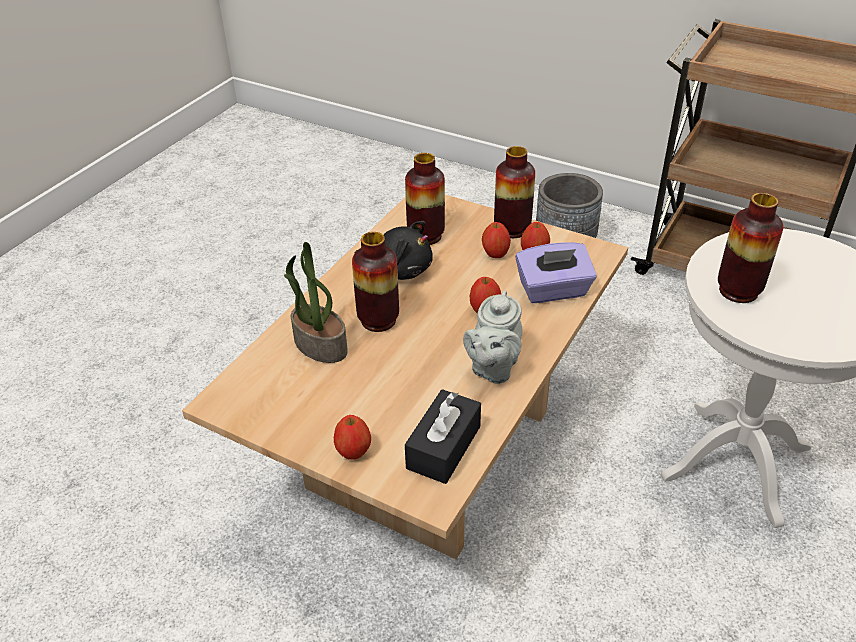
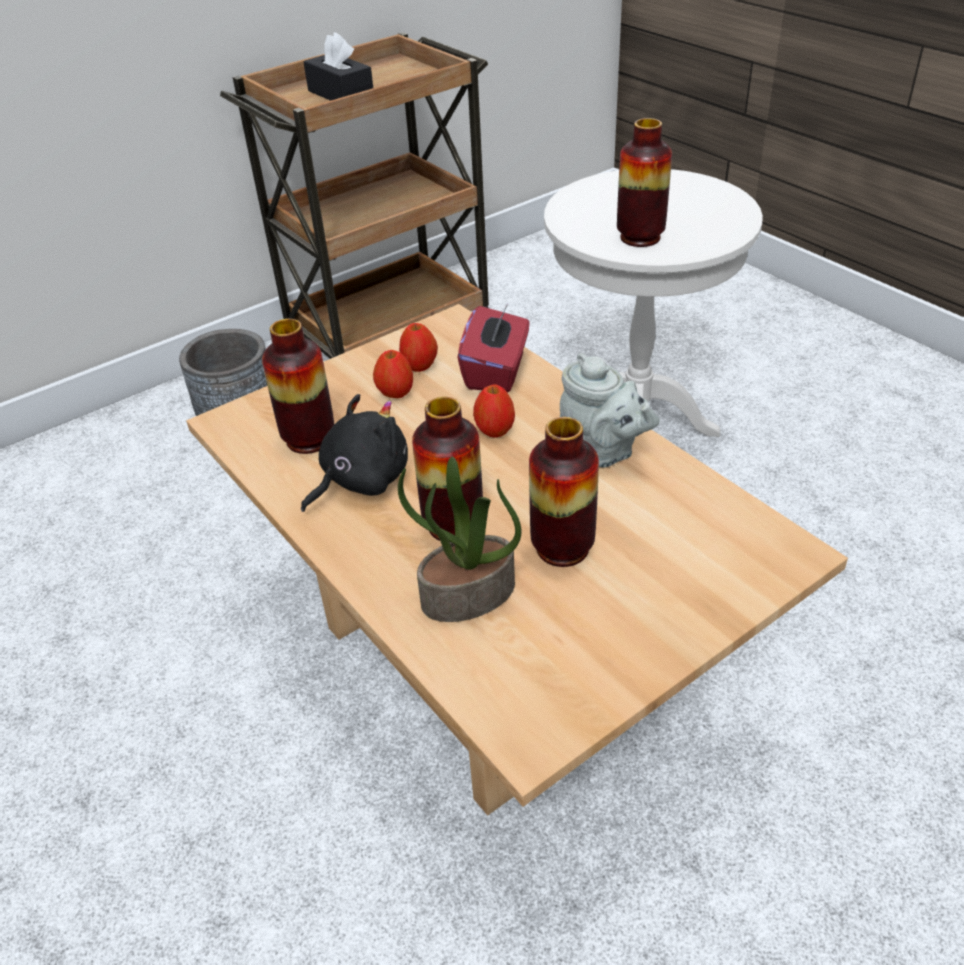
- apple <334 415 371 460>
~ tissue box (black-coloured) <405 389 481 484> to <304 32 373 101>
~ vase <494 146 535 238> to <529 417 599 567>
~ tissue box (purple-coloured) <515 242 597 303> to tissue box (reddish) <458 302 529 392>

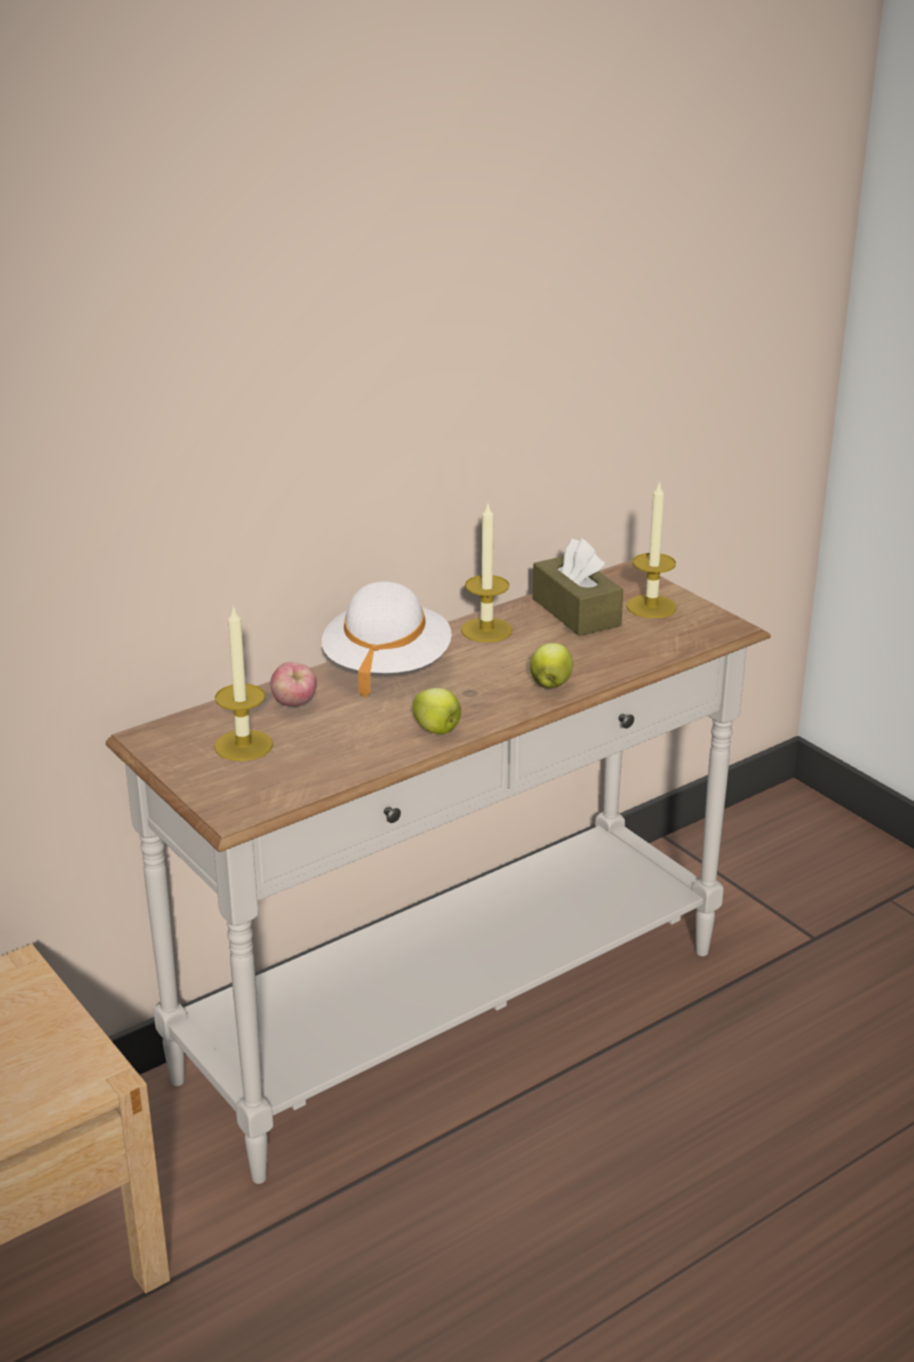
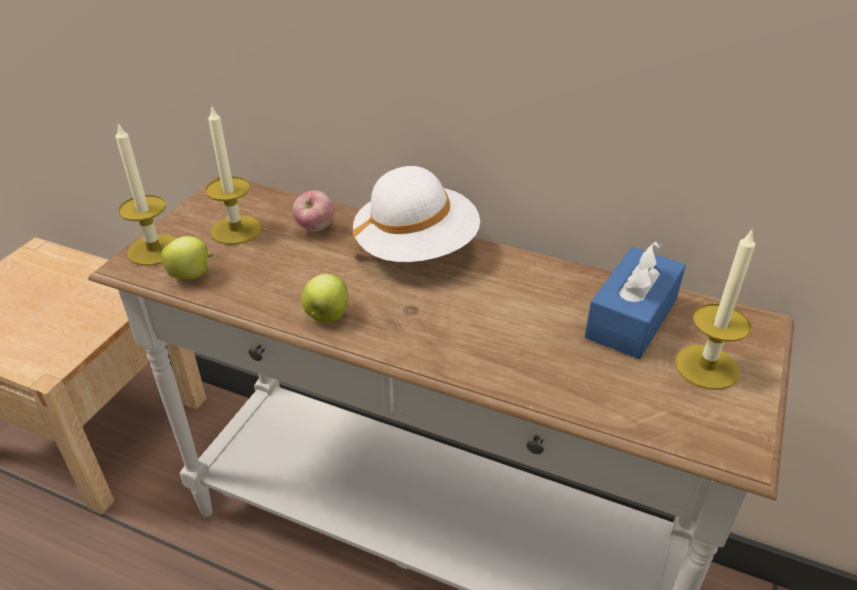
~ wax light <461 504 512 642> to <116 123 176 266>
~ apple <530 643 573 688> to <160 236 214 280>
~ tissue box (brown-coloured) <532 538 623 636> to tissue box (blue-coloured) <585 241 686 359>

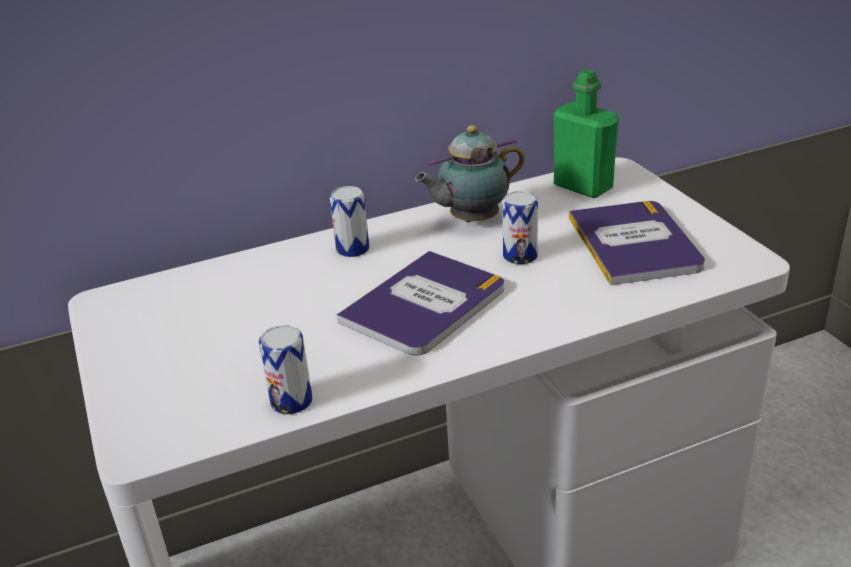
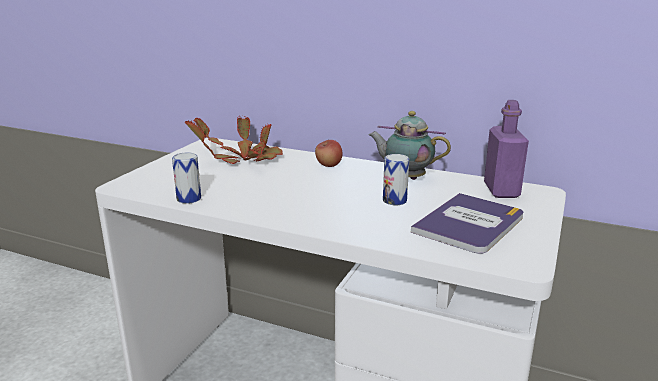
- bound book <337 251 504 356>
+ houseplant <185 116 283 164>
~ can <329 186 369 257> to apple <315 140 343 167>
~ beverage bottle (greenish) <553 69 619 198> to beverage bottle (purple-coloured) <484 100 529 198>

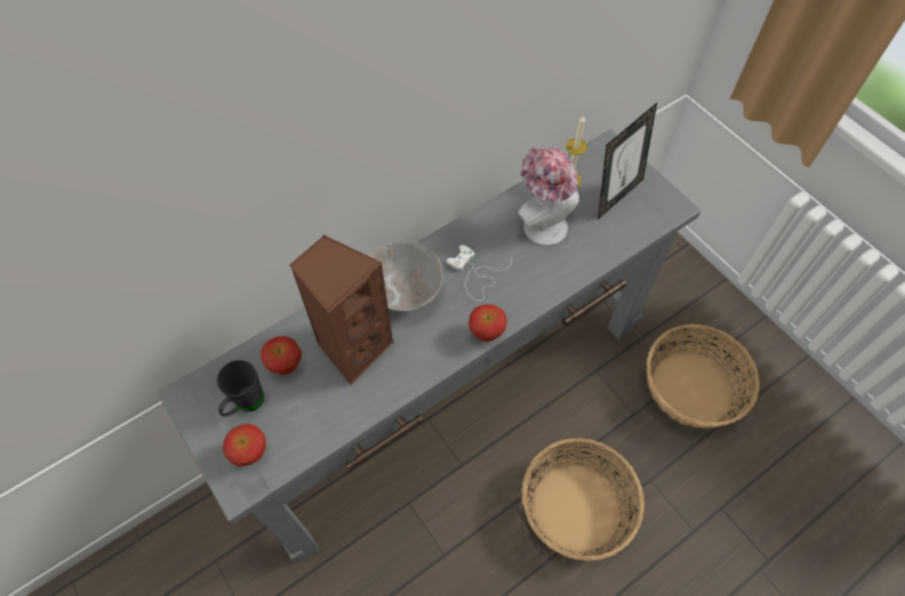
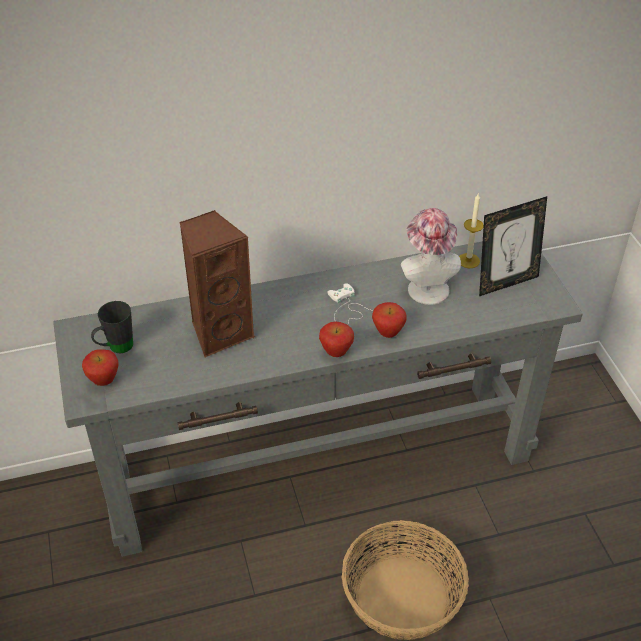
- bowl (gray) <368 241 443 312>
- household basket <646 324 760 429>
~ apple <261 336 301 375> to <372 302 407 338>

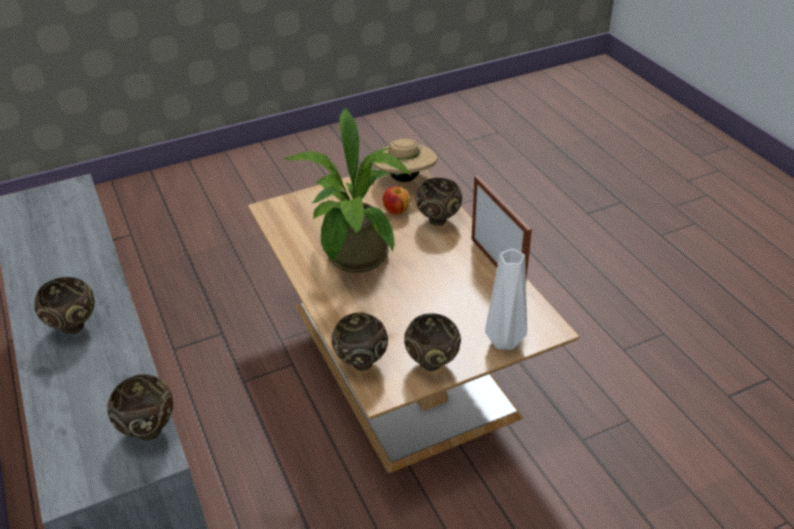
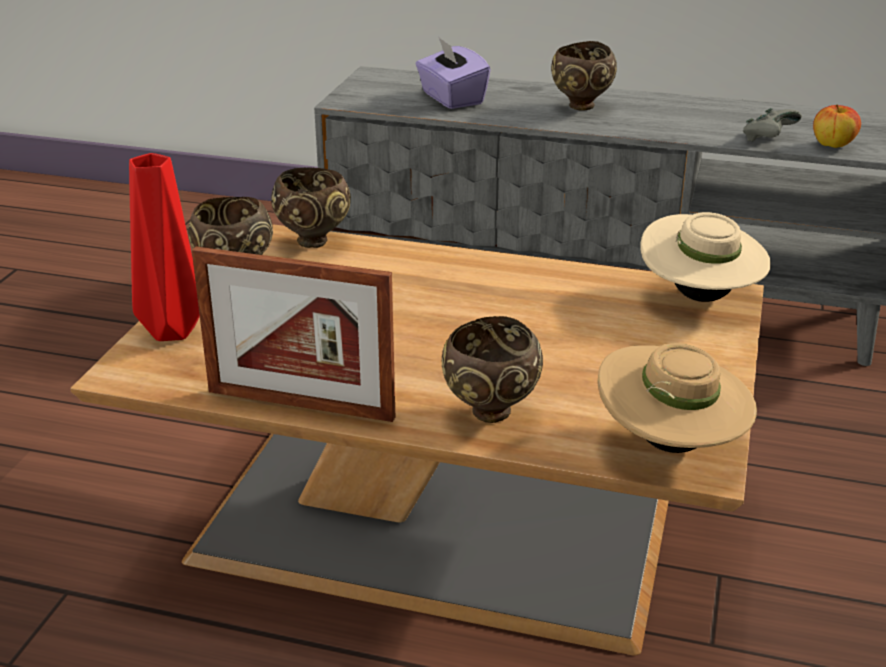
- bowl (brown-coloured) <107 375 173 441>
- houseplant <285 107 412 273>
+ tissue box (purple-coloured) <416 36 490 109>
+ clothing hat (sand-coloured) <640 212 771 302>
+ joypad (gray) <743 108 802 142>
~ apple <383 186 410 215> to <813 105 861 148>
~ vase (white-coloured) <485 249 527 350> to vase (reddish) <129 153 200 341>

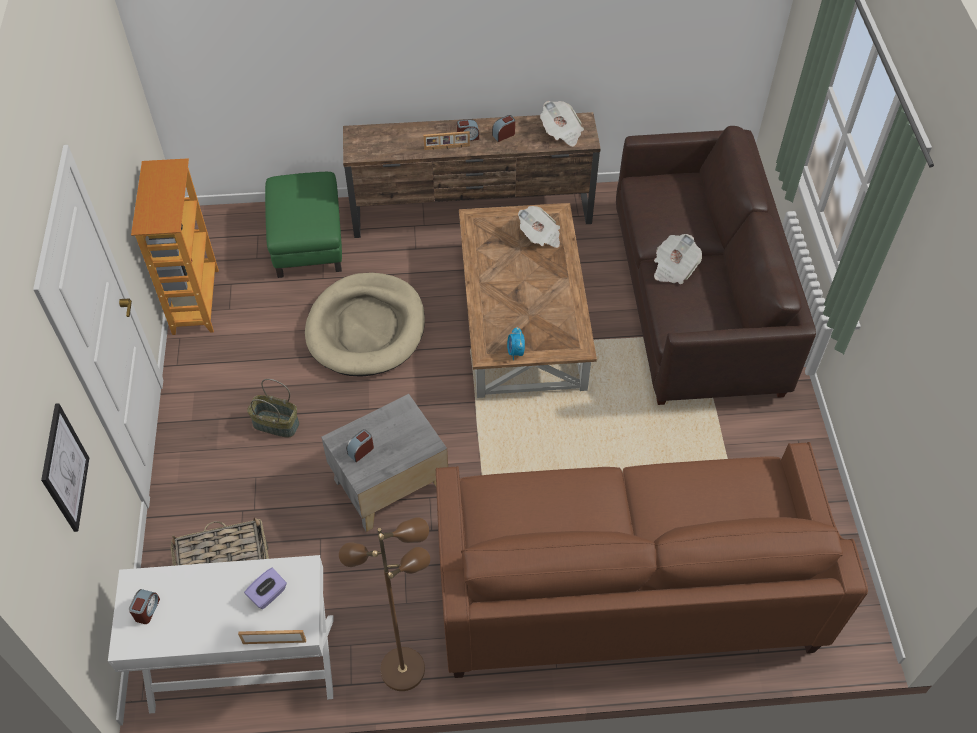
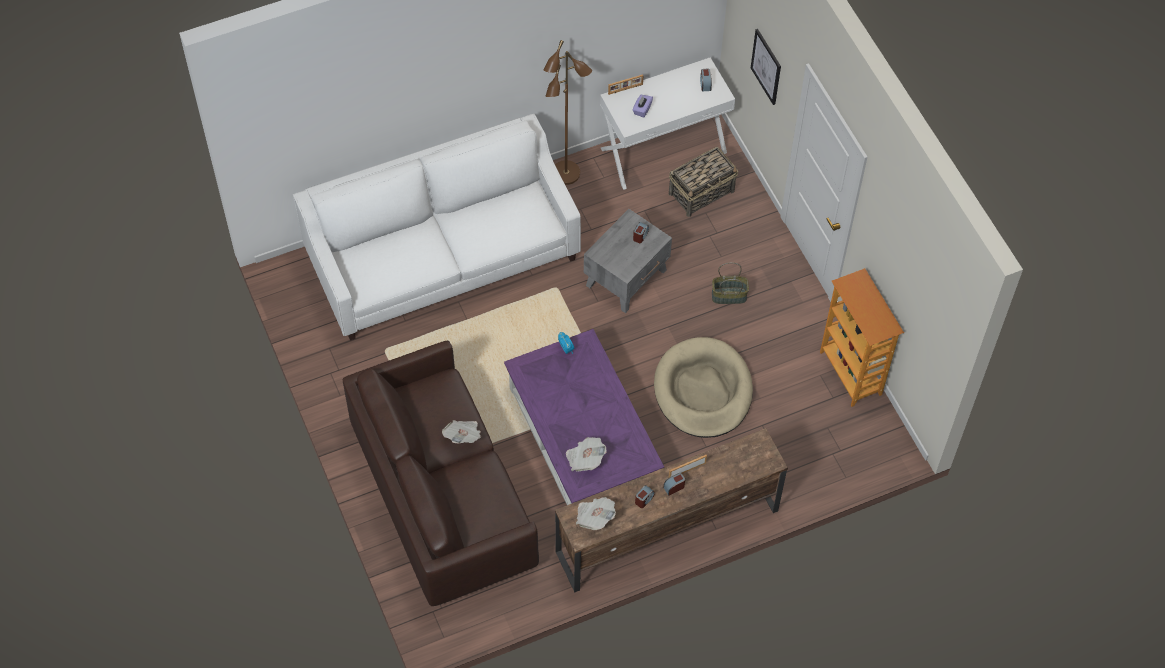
- footrest (greenish) <265 172 342 278>
~ couch (brown-coloured) <436 442 868 678> to couch (white-coloured) <293 114 581 341>
~ coffee table (brown-coloured) <459 203 597 398> to coffee table (purple-coloured) <504 329 664 505>

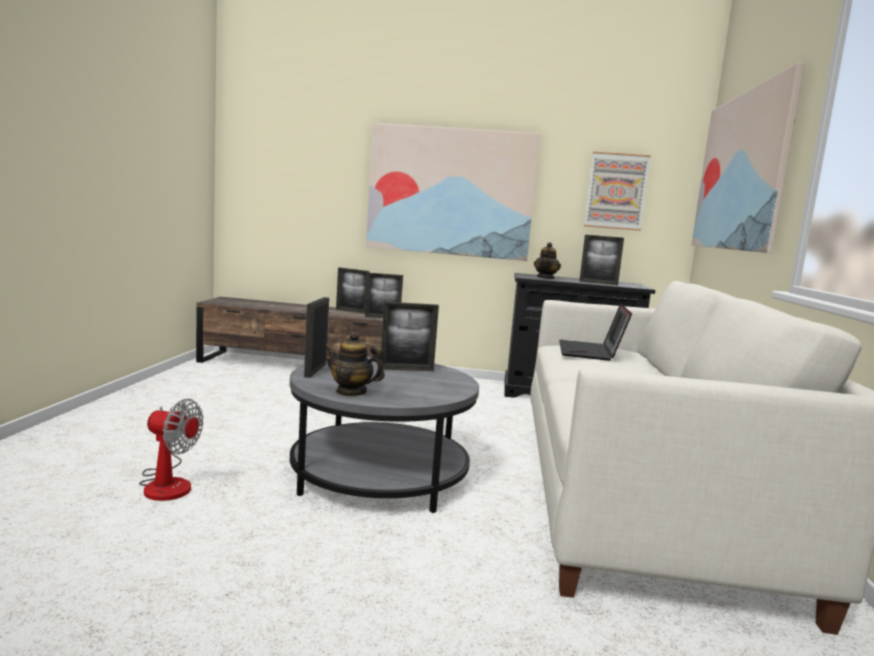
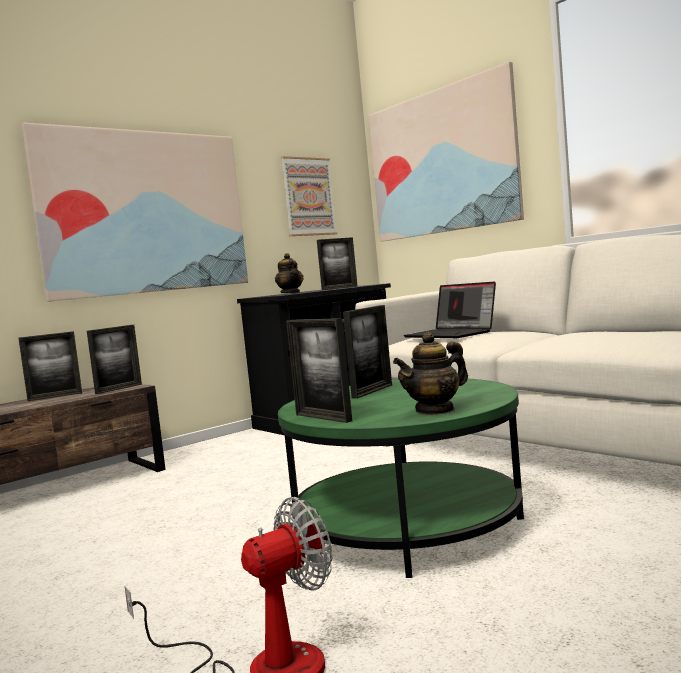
~ coffee table (gray) <290 357 479 513> to coffee table (greenish) <278 379 524 578>

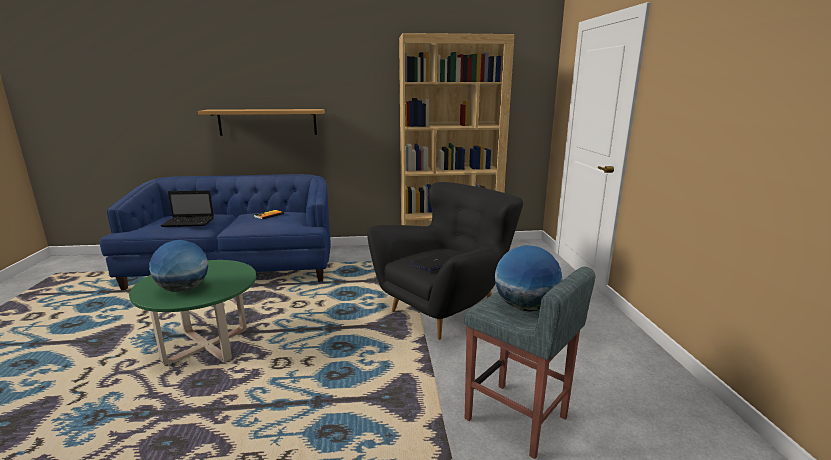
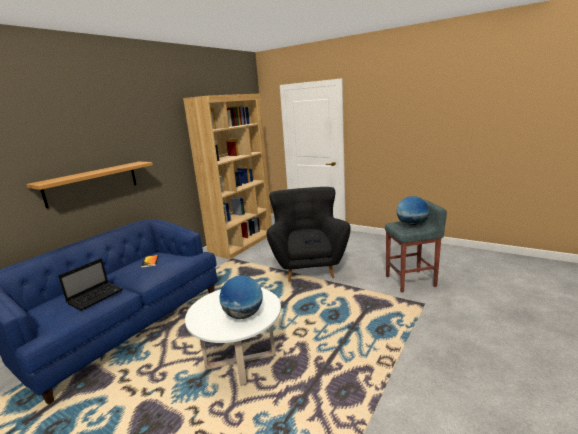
~ coffee table (greenish) <129 260 256 366> to coffee table (white-coloured) <185 288 281 386>

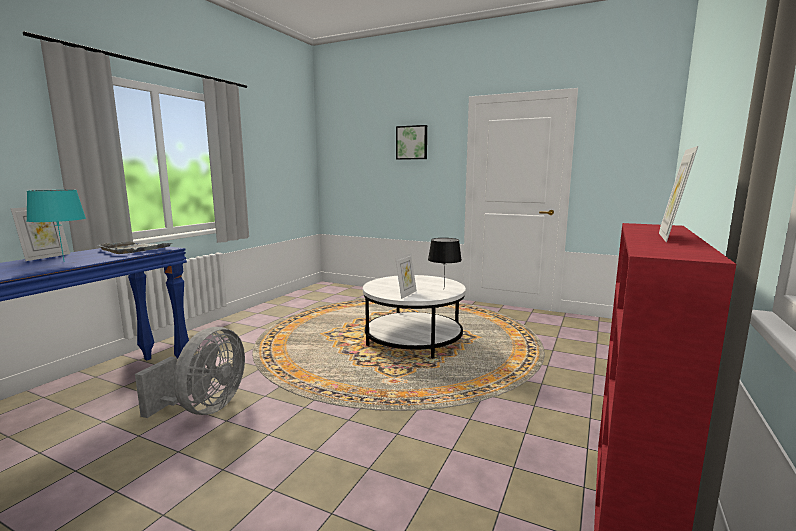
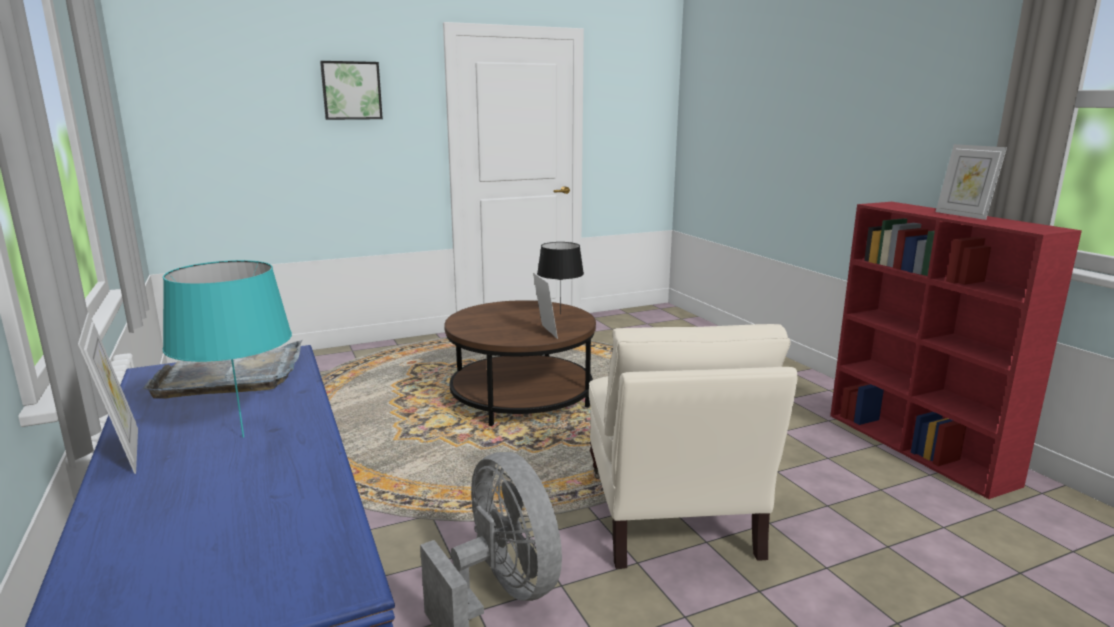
+ armchair (sand-coloured) <589 324 797 569>
~ coffee table (white-coloured) <363 275 466 359> to coffee table (brown-coloured) <444 300 596 426>

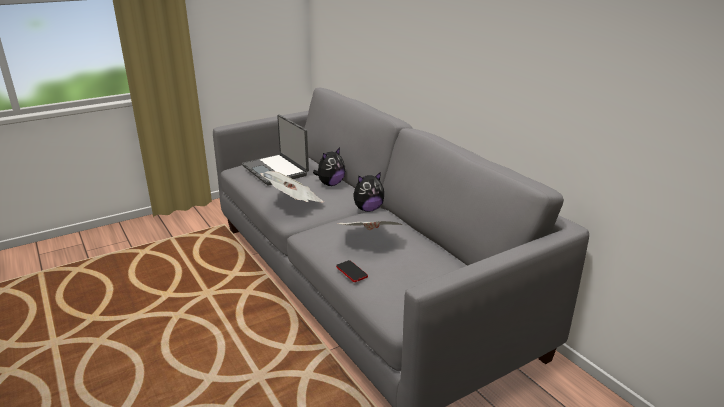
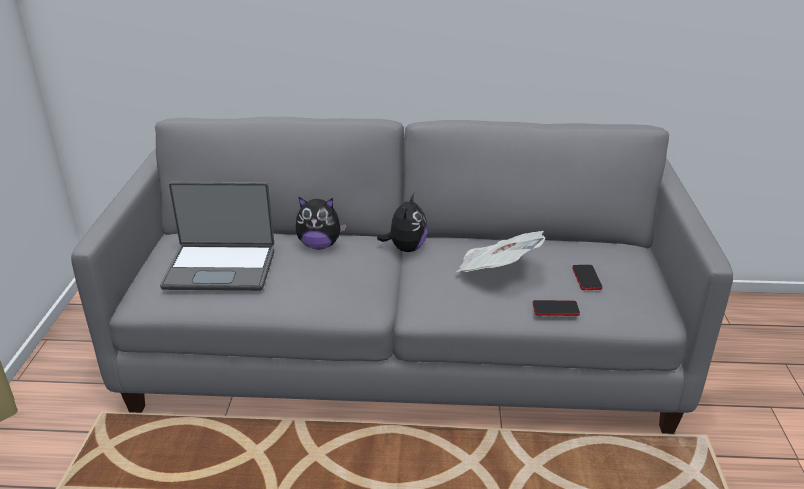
- printed paper <260 171 324 202>
+ handset <572 265 602 290>
~ cuddly toy <313 147 345 186> = <296 197 346 249> 105 degrees clockwise

